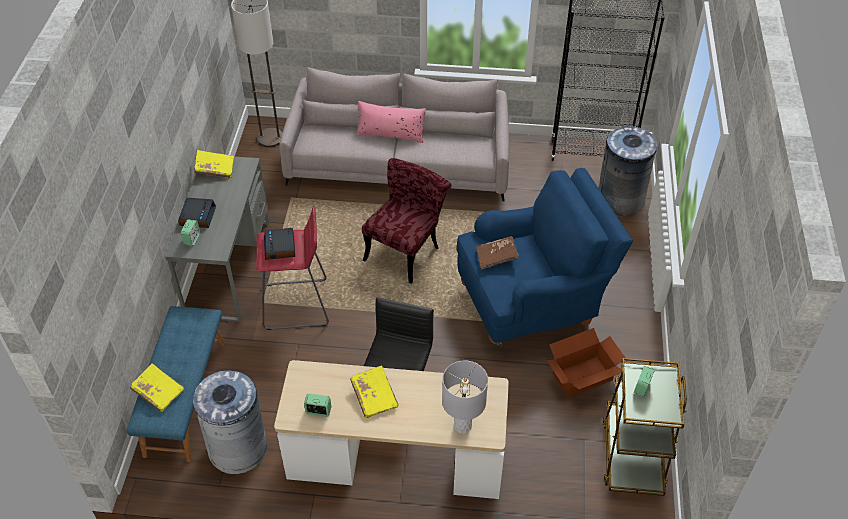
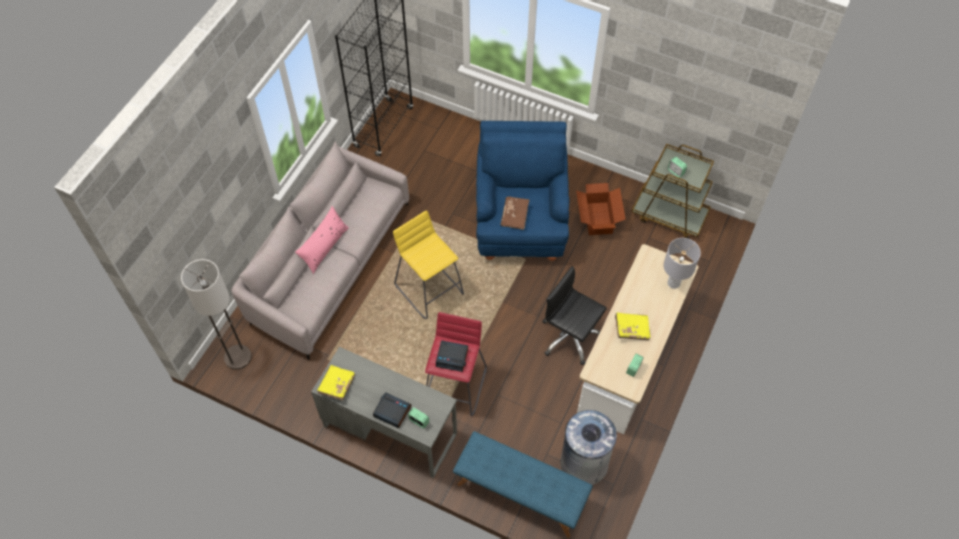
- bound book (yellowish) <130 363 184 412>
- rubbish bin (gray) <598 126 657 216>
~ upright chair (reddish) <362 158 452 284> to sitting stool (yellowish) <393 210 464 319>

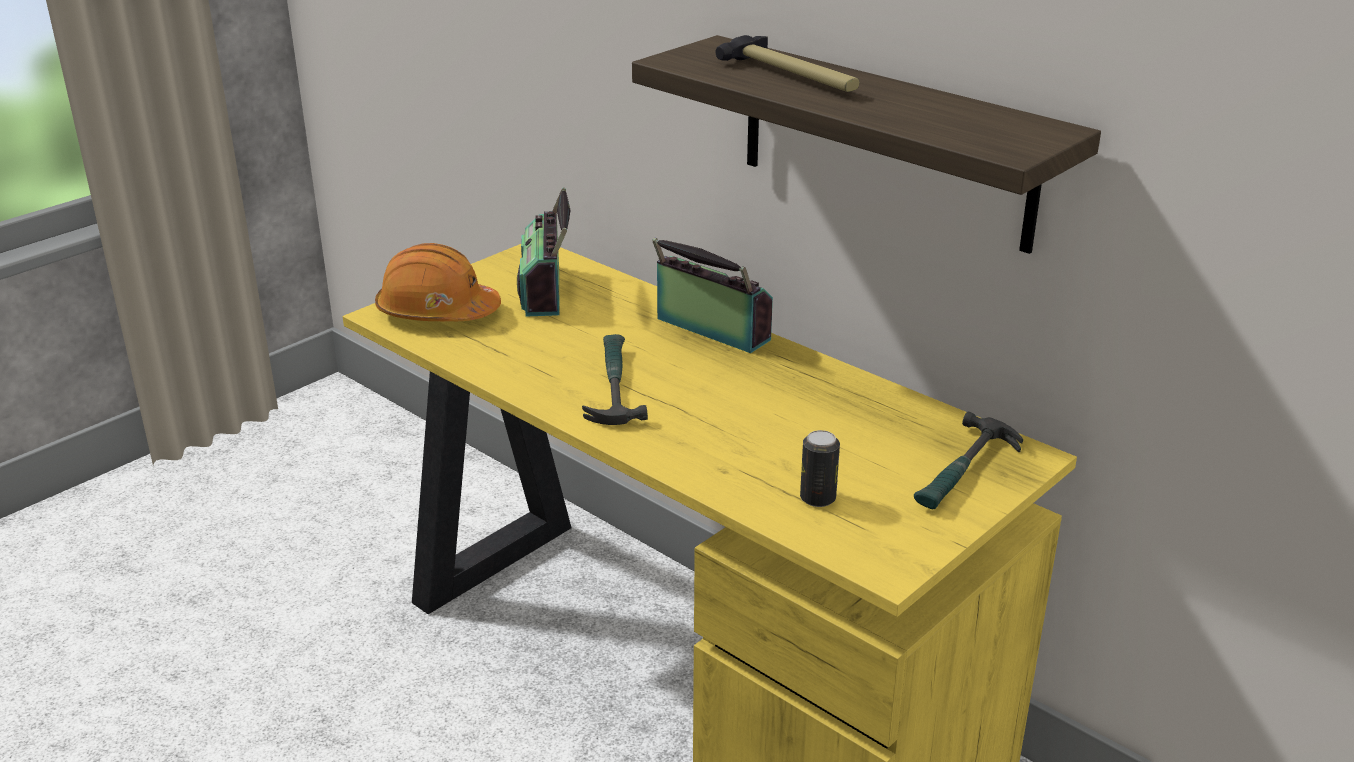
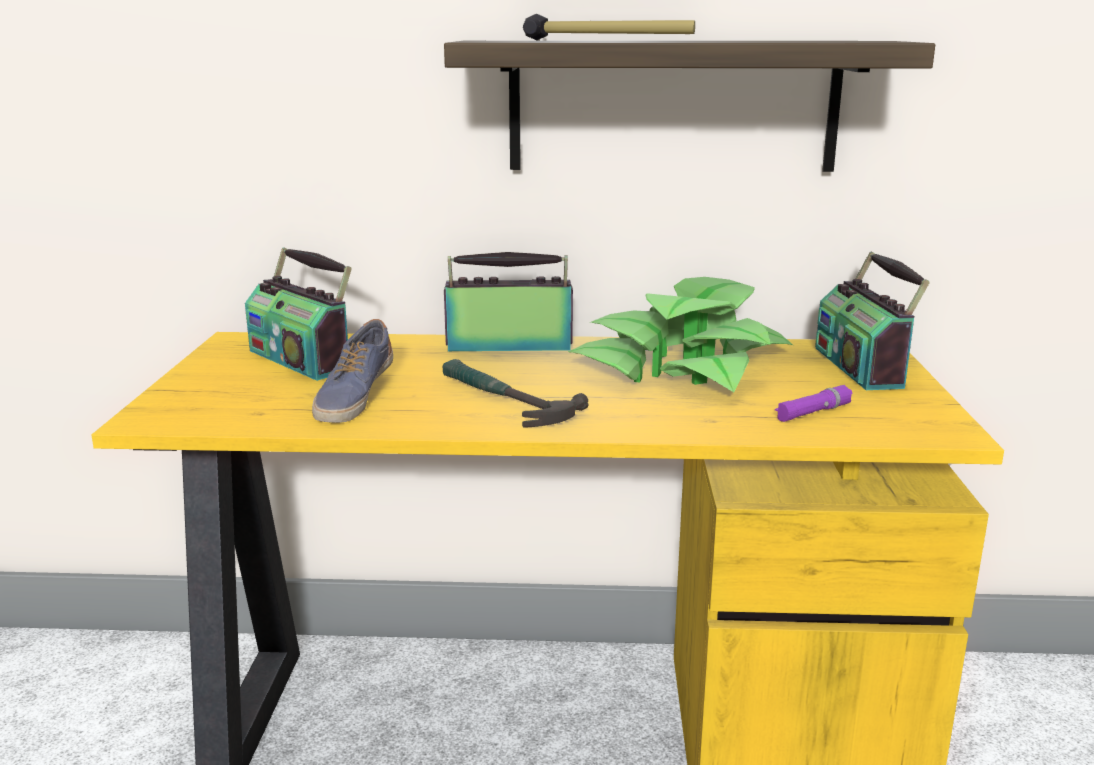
- work helmet (orange-coloured) <375 243 501 321>
+ shoe <312 319 393 423>
+ houseplant <568 277 793 392>
~ can <800 430 840 507> to hand torch (purple-coloured) <775 385 852 422>
~ hand hammer <914 412 1023 509> to radio receiver <815 252 930 390>

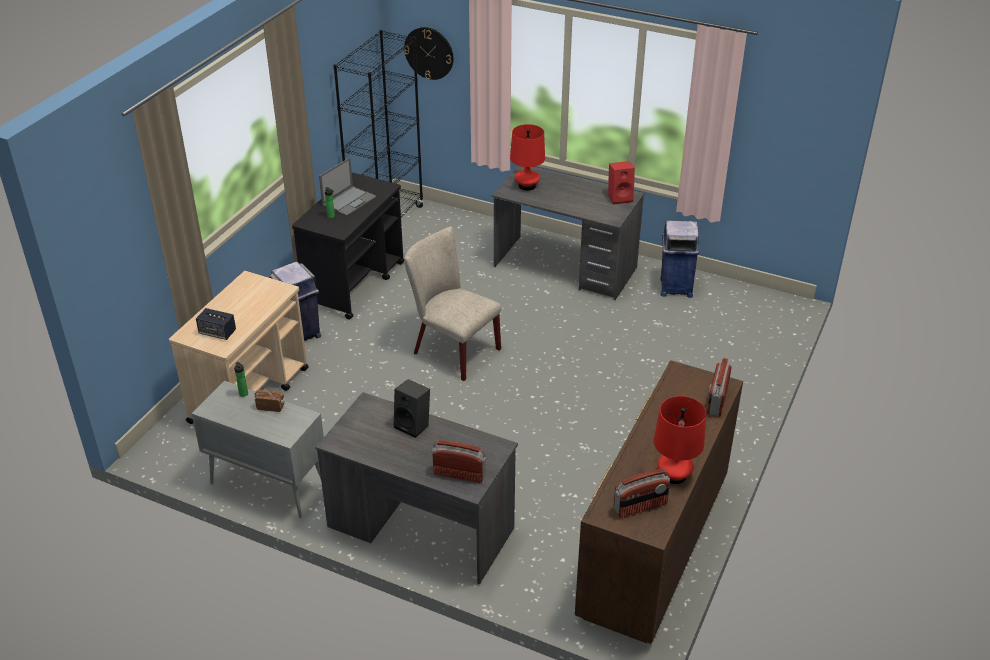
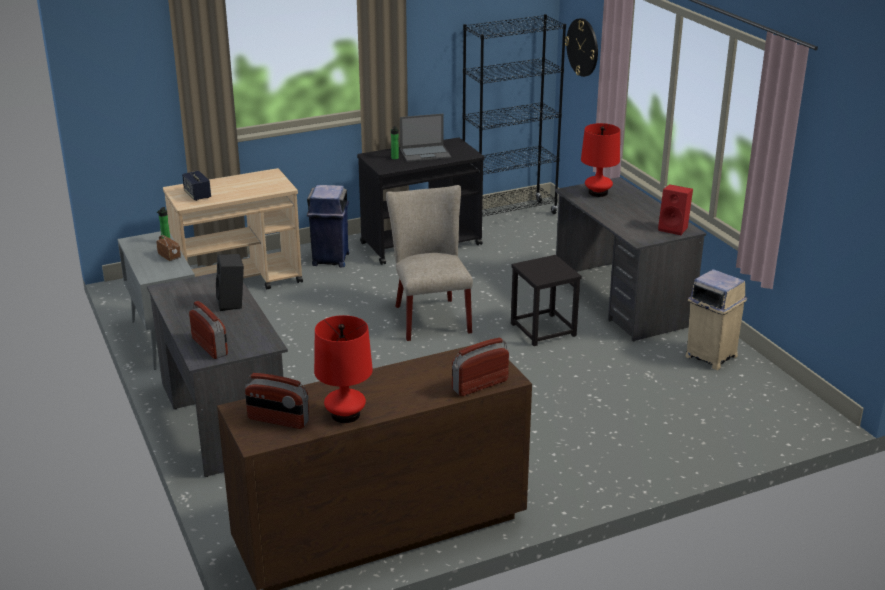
+ sitting stool (black-coloured) <511 255 582 346>
~ rubbish bin (blue-coloured) <660 220 699 298> to rubbish bin (sand-coloured) <685 269 747 370>

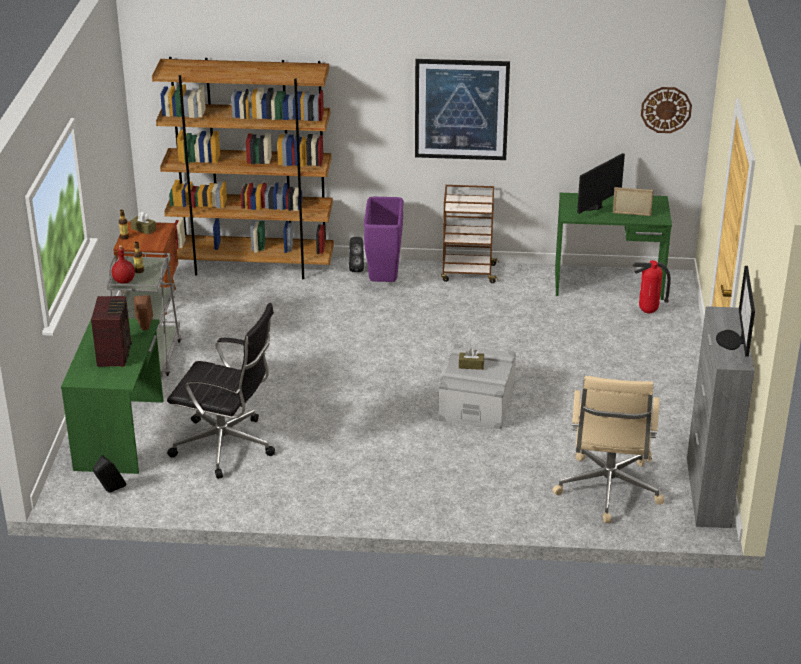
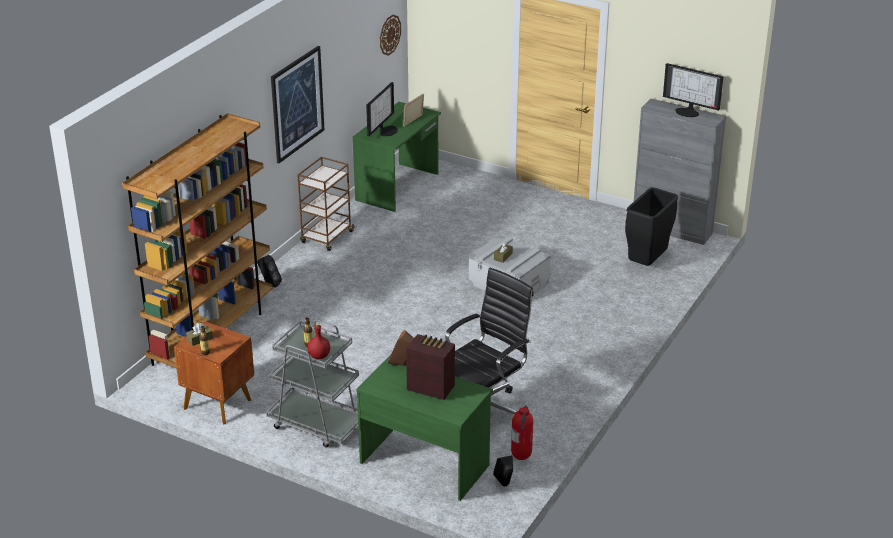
- rubbish bin (purple-coloured) <364 197 404 282>
~ extinguisher <632 260 671 313> to <511 405 533 460>
~ computer chair (sand-coloured) <552 376 664 523> to rubbish bin (black-coloured) <625 187 678 266>
~ monitor <577 153 625 214> = <366 82 398 136> 135 degrees counterclockwise

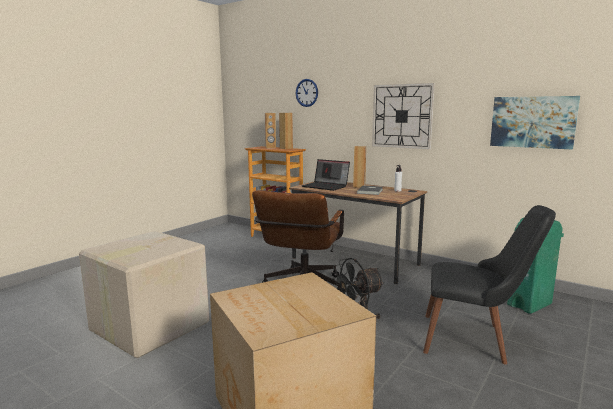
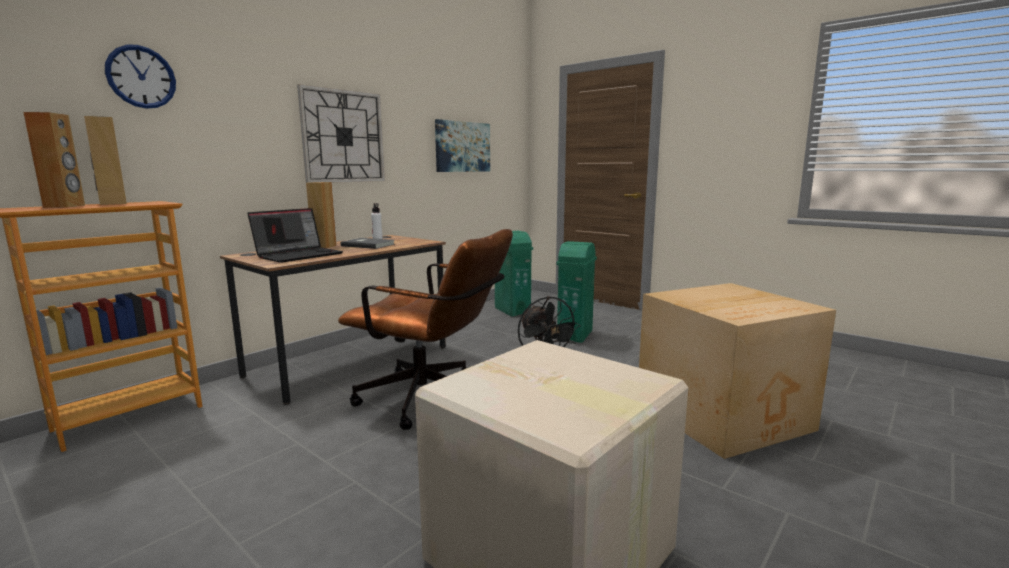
~ upright chair (black-coloured) <423 205 556 365> to rubbish bin (greenish) <557 241 597 343>

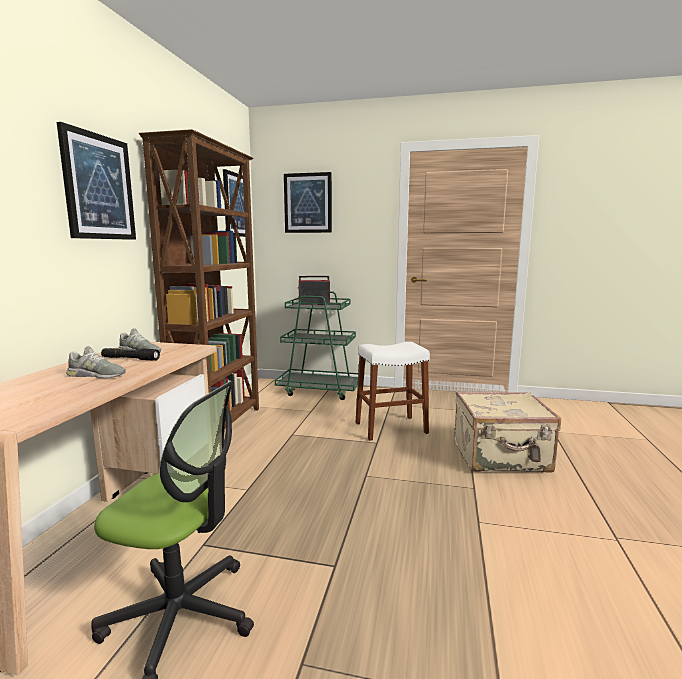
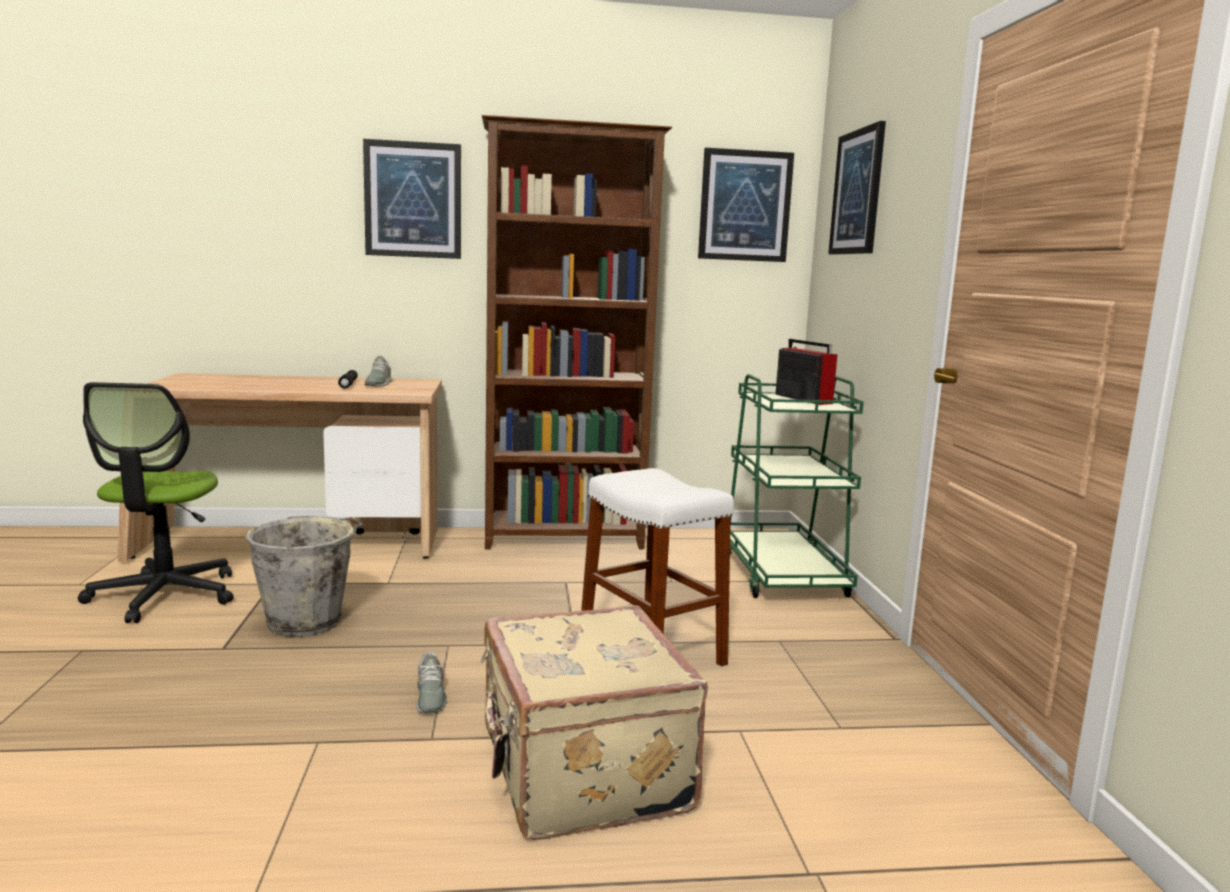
+ water bucket (gray) <246 516 363 637>
~ shoe (gray) <66 346 126 378> to <416 652 447 713>

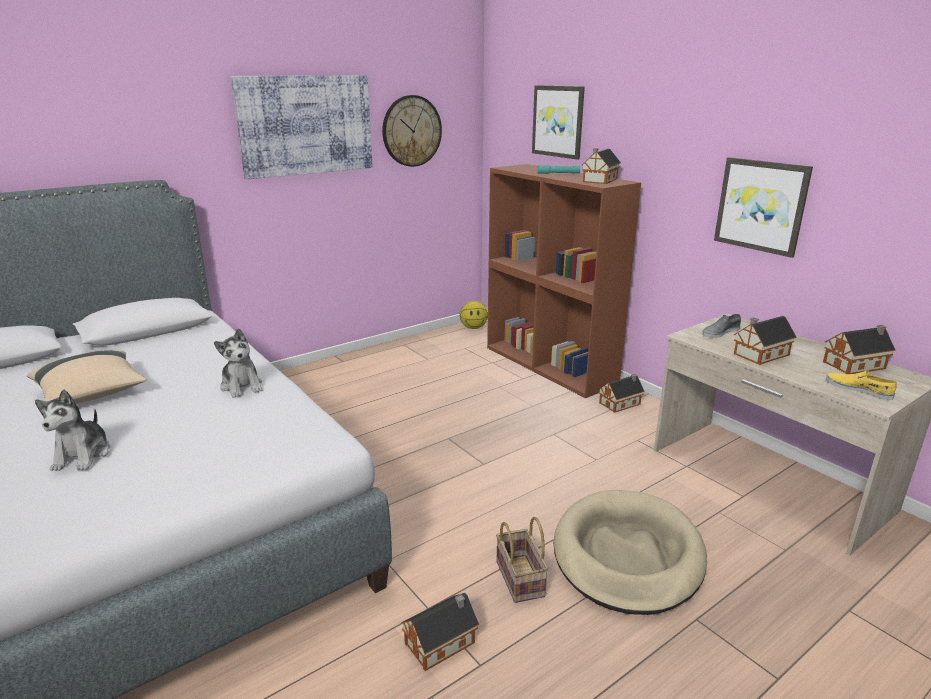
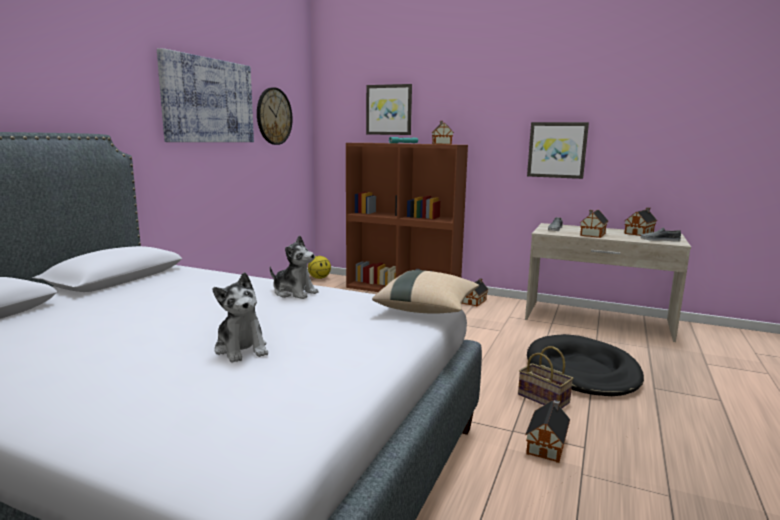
~ pillow (sand-coloured) <27 350 147 404> to <372 270 479 314>
~ dog bed (sand-coloured) <554 490 707 615> to dog bed (black-coloured) <527 334 644 396>
~ shoe (yellowish) <826 370 896 400> to shoe (gray) <640 227 681 242>

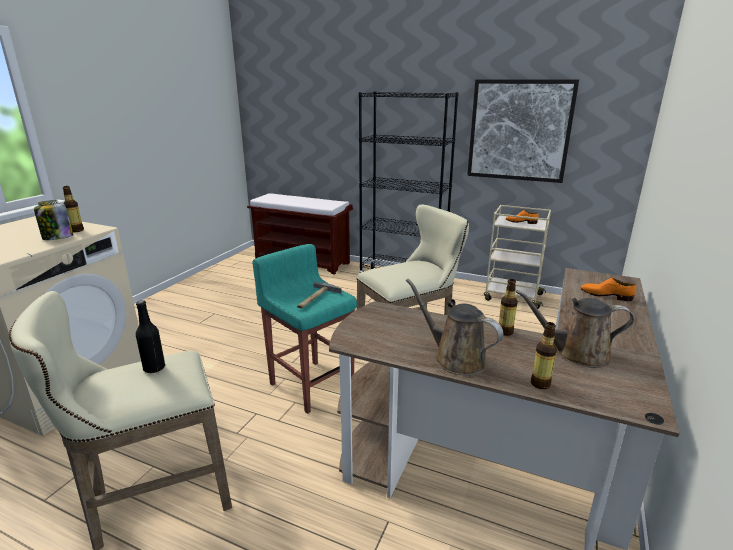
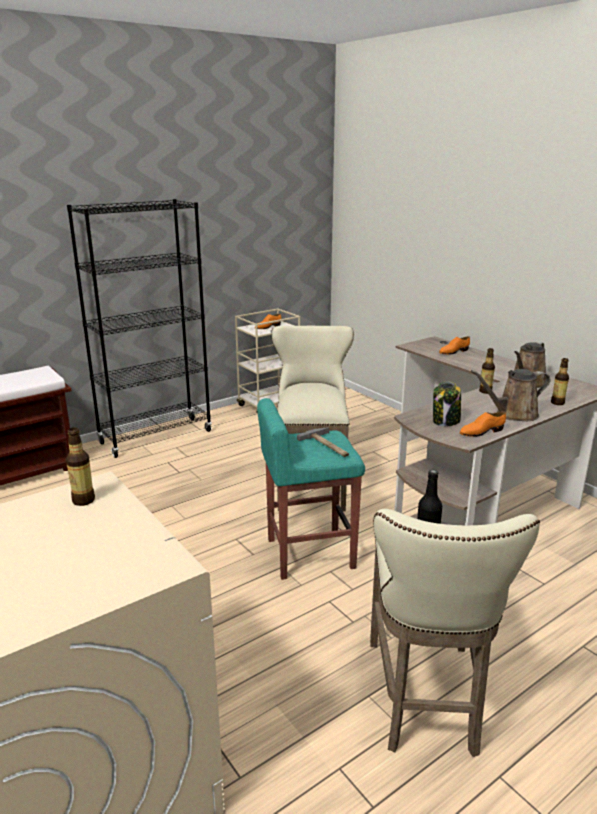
- wall picture <467 80 579 183>
+ shoe (orange-coloured) <460 411 506 437>
~ jar <34 200 73 240> to <433 382 461 426>

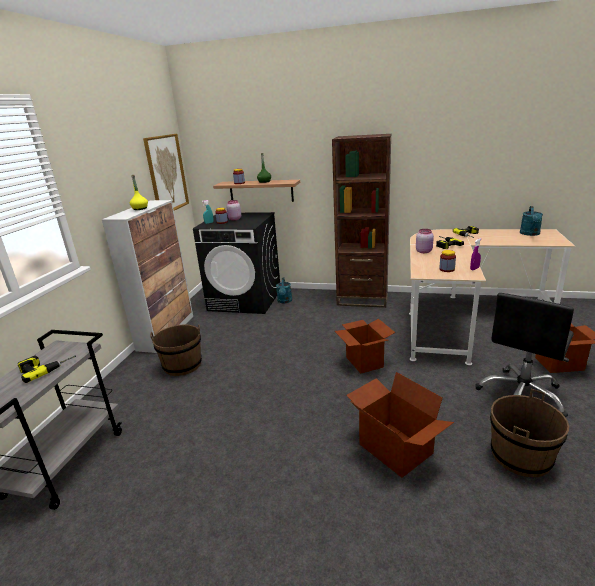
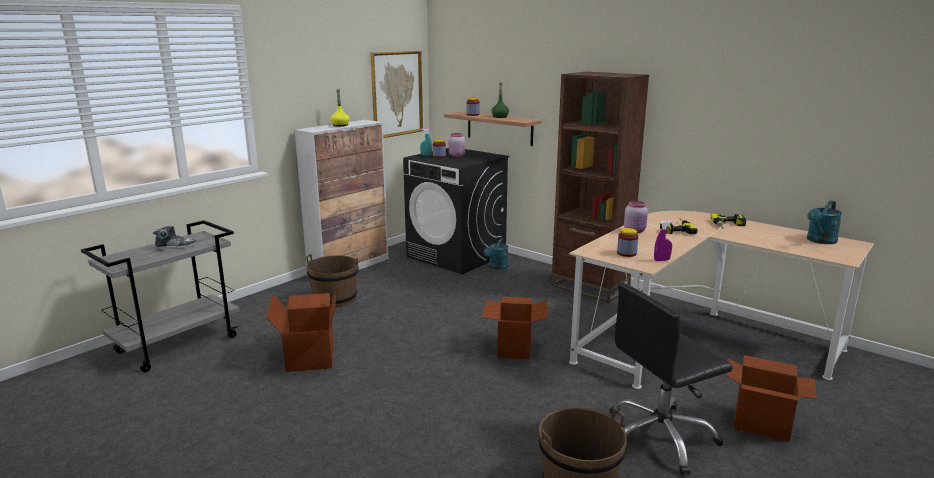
~ packing box <346 372 454 478> to <266 288 336 372>
~ drill <18 355 76 383> to shoe <153 226 197 251>

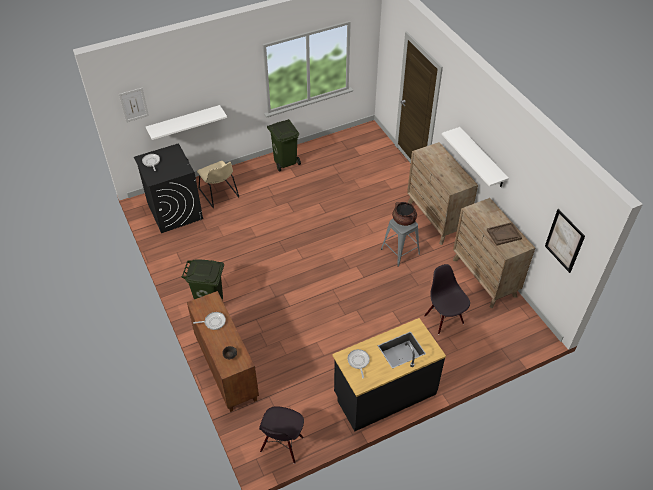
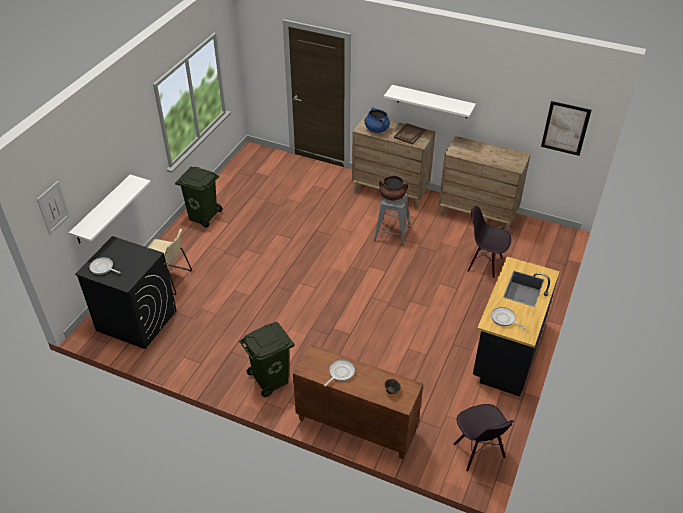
+ cooking pot (blue-coloured) <365 107 390 133>
~ carrying tray (brown-coloured) <487 222 522 246> to <394 123 426 145>

